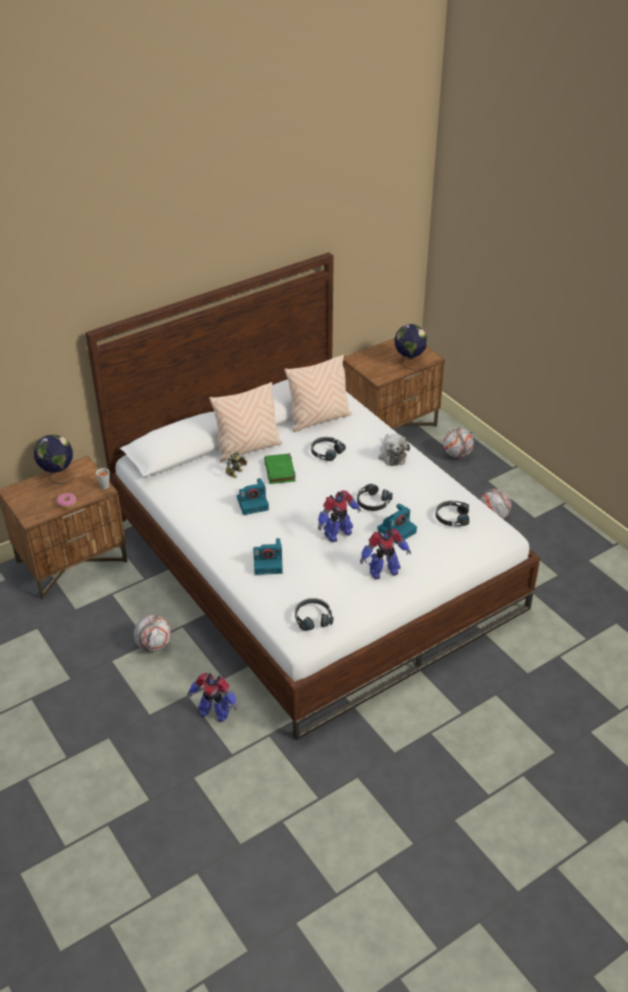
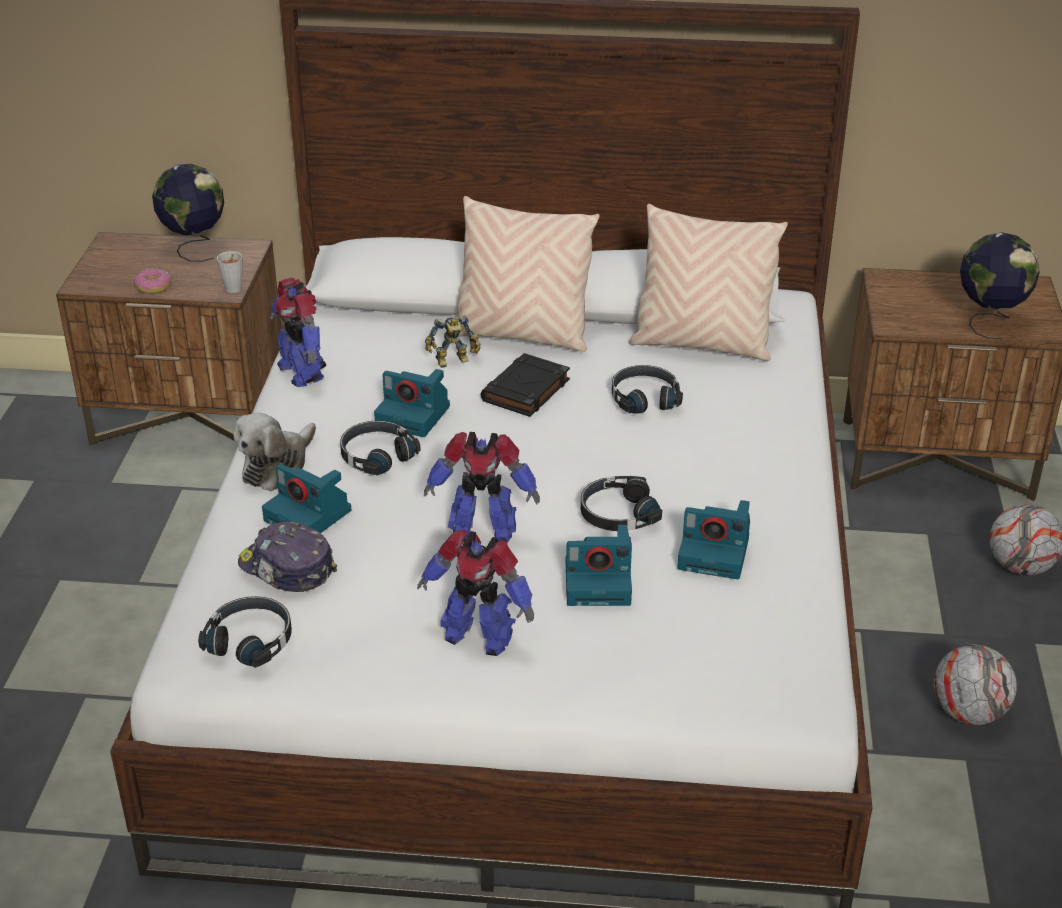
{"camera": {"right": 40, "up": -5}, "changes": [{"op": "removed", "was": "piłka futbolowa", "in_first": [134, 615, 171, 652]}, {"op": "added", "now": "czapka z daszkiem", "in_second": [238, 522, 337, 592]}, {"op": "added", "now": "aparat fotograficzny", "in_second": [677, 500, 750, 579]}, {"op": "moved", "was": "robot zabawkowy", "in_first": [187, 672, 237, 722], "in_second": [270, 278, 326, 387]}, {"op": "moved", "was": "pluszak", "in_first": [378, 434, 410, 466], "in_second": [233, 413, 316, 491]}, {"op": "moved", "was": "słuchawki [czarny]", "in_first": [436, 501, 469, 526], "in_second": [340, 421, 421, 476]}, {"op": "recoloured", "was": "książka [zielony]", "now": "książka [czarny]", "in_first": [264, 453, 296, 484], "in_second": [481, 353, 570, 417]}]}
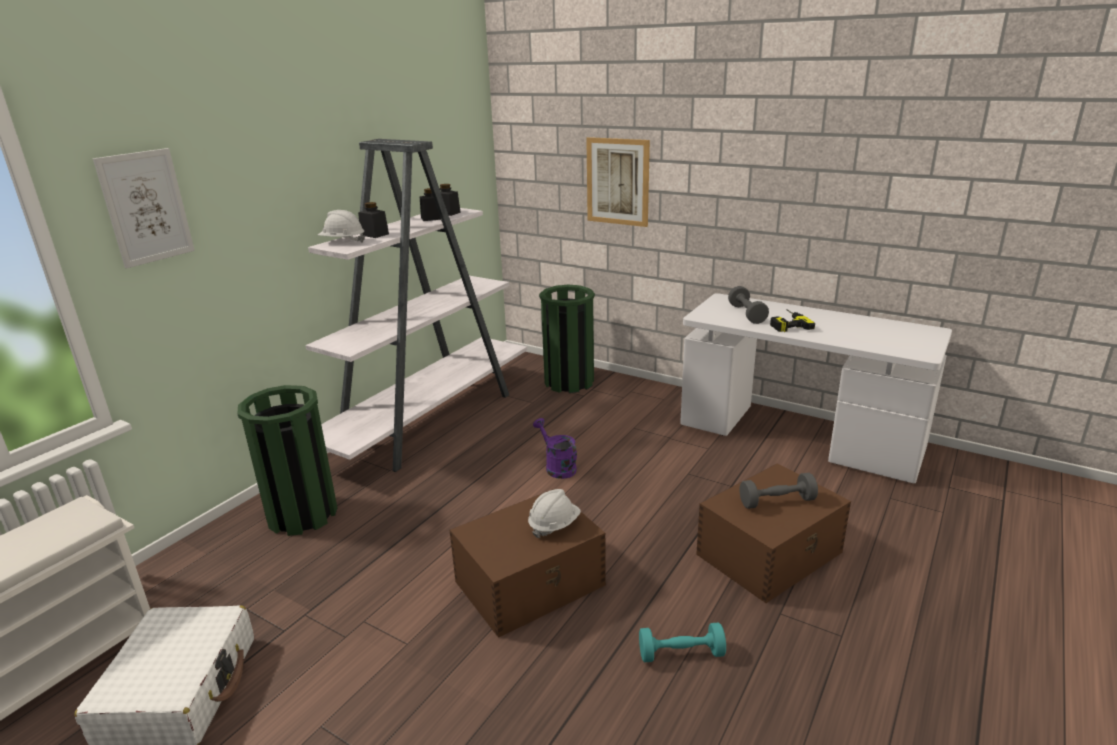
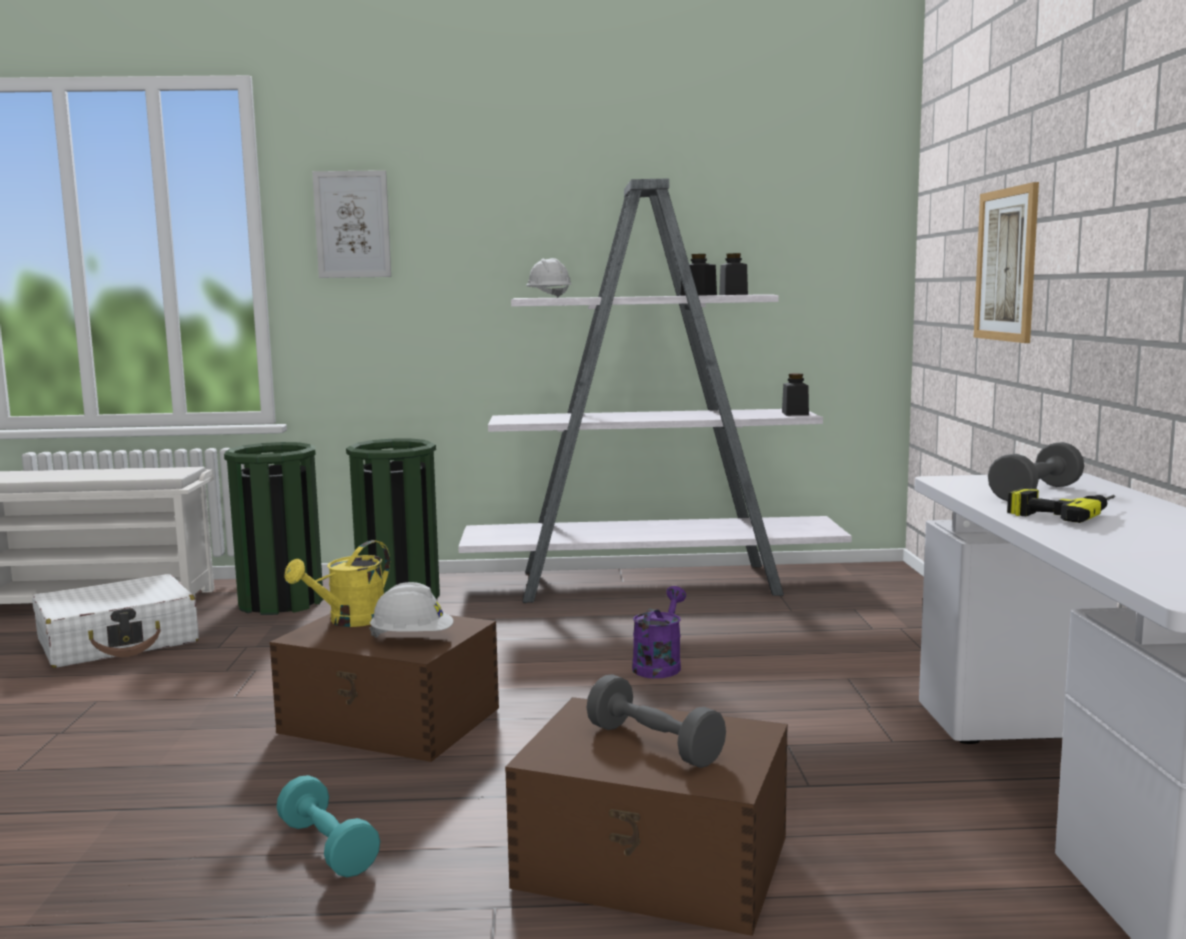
{"camera": {"right": 55, "up": -15}, "changes": [{"op": "added", "now": "konewka [żółty]", "in_second": [284, 540, 390, 627]}, {"op": "moved", "was": "słoik [czarny]", "in_first": [358, 202, 389, 238], "in_second": [782, 373, 809, 416]}, {"op": "moved", "was": "kosz na śmieci [zielony]", "in_first": [539, 285, 595, 393], "in_second": [224, 442, 323, 615]}]}
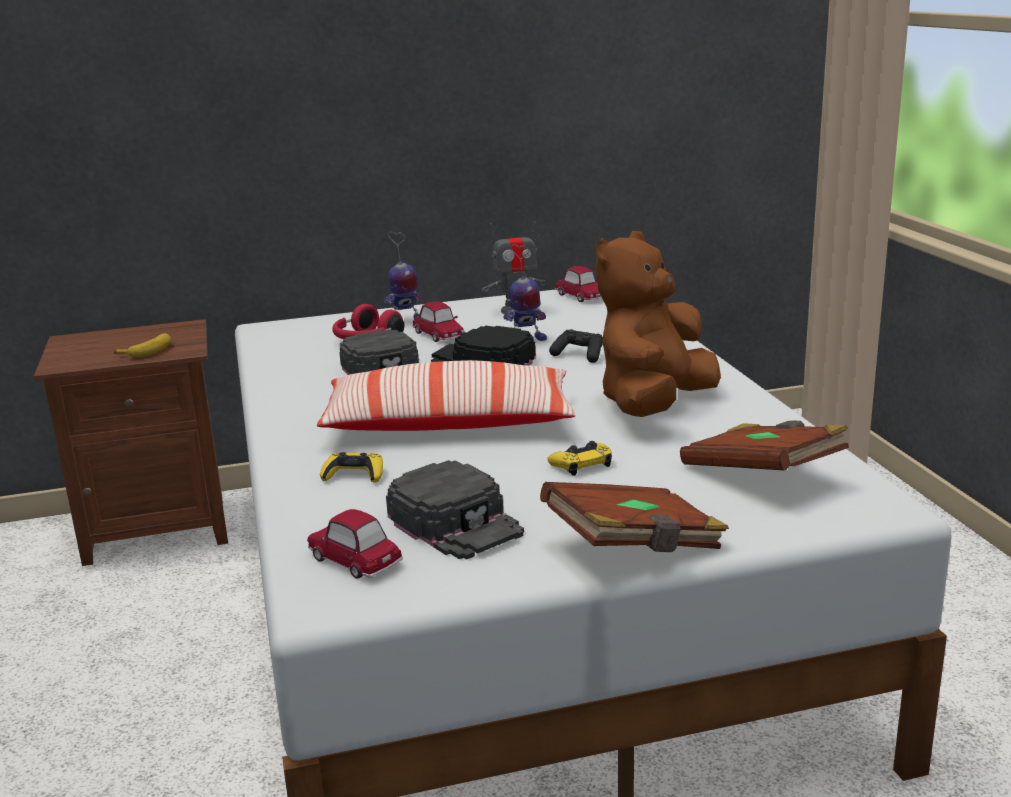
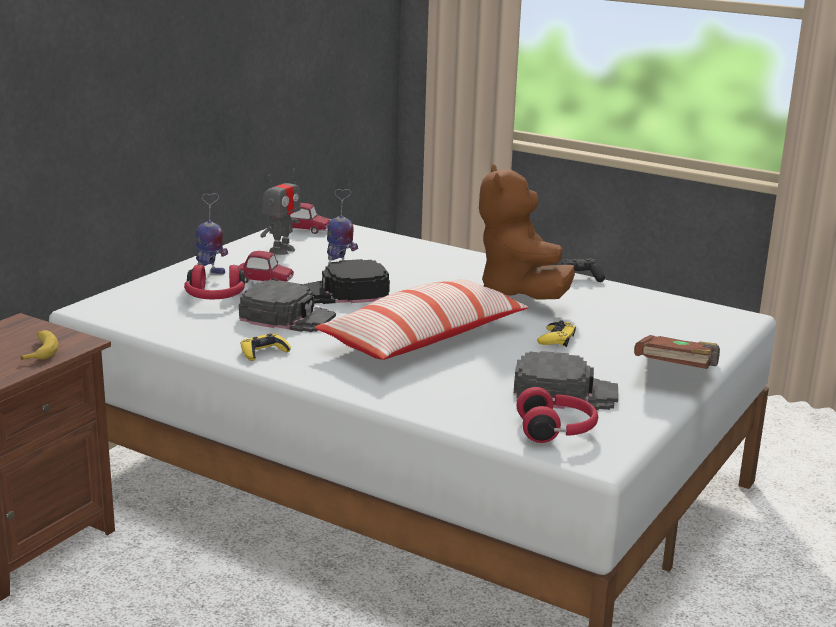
{"camera": {"right": -45, "up": 0}, "changes": [{"op": "removed", "was": "książka [brązowy]", "in_first": [680, 421, 849, 470]}, {"op": "moved", "was": "pad do gier [żółty]", "in_first": [320, 452, 383, 483], "in_second": [241, 333, 291, 361]}, {"op": "moved", "was": "pad do gier [czarny]", "in_first": [549, 329, 603, 363], "in_second": [561, 258, 605, 282]}, {"op": "replaced", "was": "samochodzik", "now": "słuchawki [czerwony]", "in_first": [307, 509, 403, 579], "in_second": [517, 387, 598, 443]}]}
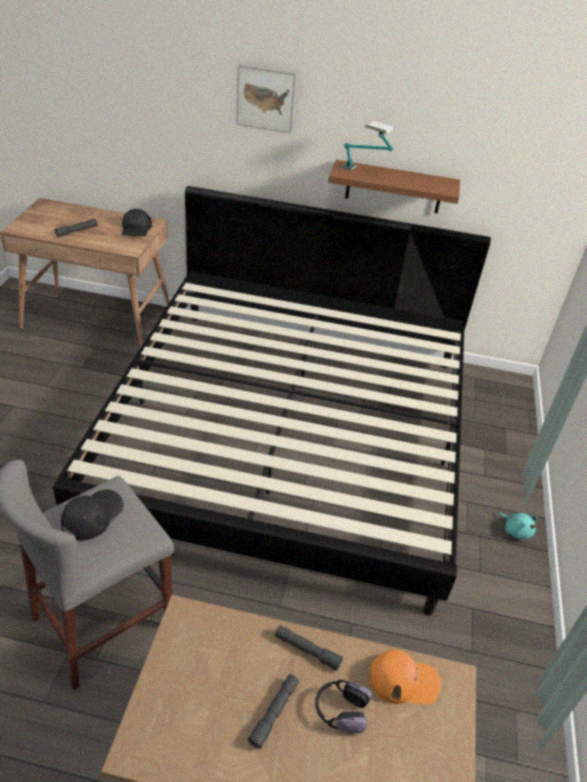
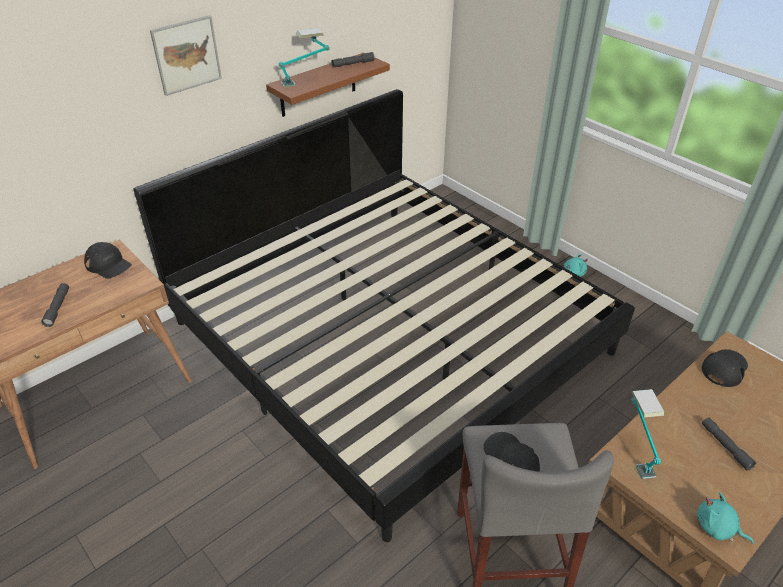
{"camera": {"right": -50, "up": 0}, "changes": [{"op": "removed", "was": "słuchawki", "in_first": [315, 680, 372, 733]}, {"op": "added", "now": "lampa stołowa", "in_second": [631, 389, 664, 479]}, {"op": "added", "now": "pluszak [turkusowy]", "in_second": [697, 492, 754, 544]}, {"op": "moved", "was": "latarka [szary]", "in_first": [275, 625, 343, 671], "in_second": [332, 52, 375, 67]}, {"op": "recoloured", "was": "czapka z daszkiem [pomarańczowy]", "now": "czapka z daszkiem [czarny]", "in_first": [368, 649, 441, 705], "in_second": [702, 349, 748, 387]}]}
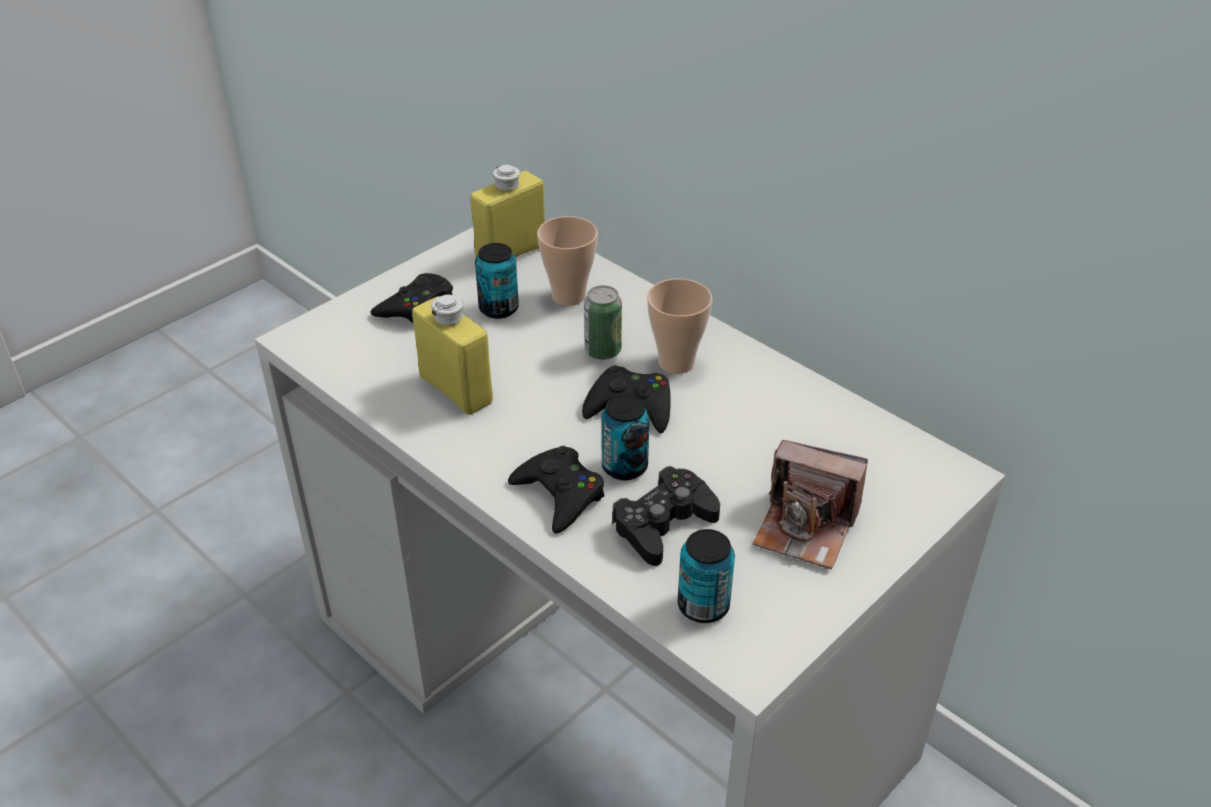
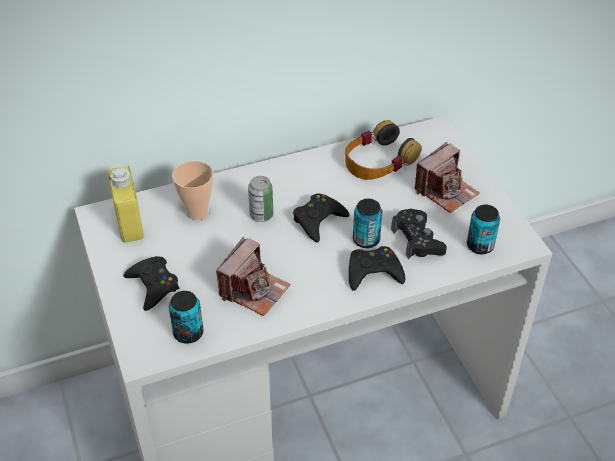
{"camera": {"right": -65, "up": 5}, "changes": [{"op": "removed", "was": "filiżanka", "in_first": [647, 279, 712, 374]}, {"op": "added", "now": "słuchawki", "in_second": [345, 120, 422, 180]}, {"op": "moved", "was": "puszka", "in_first": [475, 243, 519, 319], "in_second": [169, 291, 204, 344]}, {"op": "replaced", "was": "butelka [żółty]", "now": "aparat fotograficzny", "in_first": [412, 295, 493, 415], "in_second": [216, 237, 290, 316]}]}
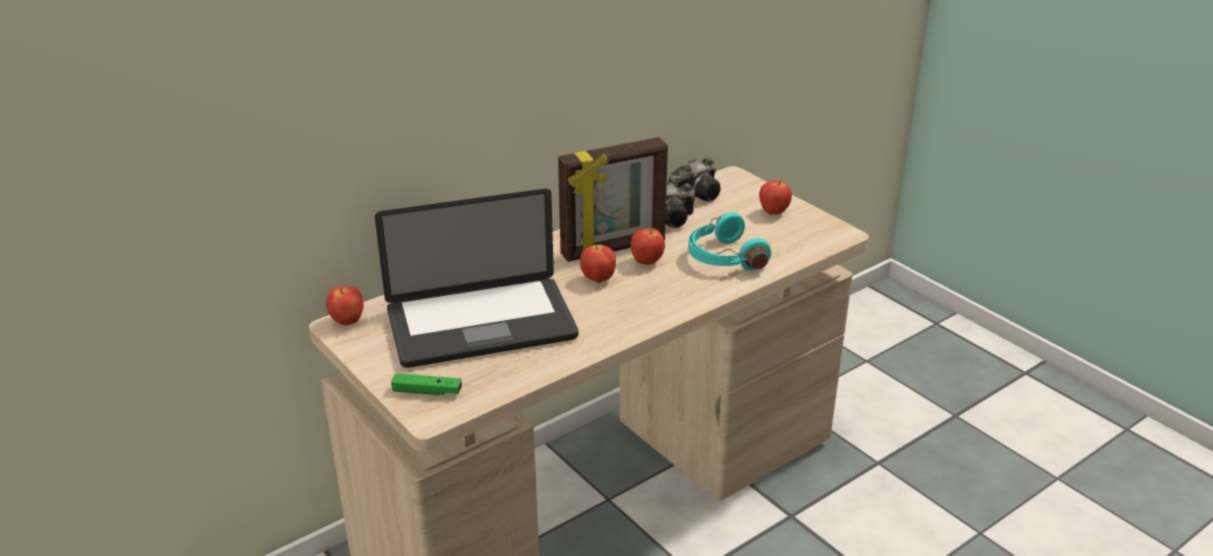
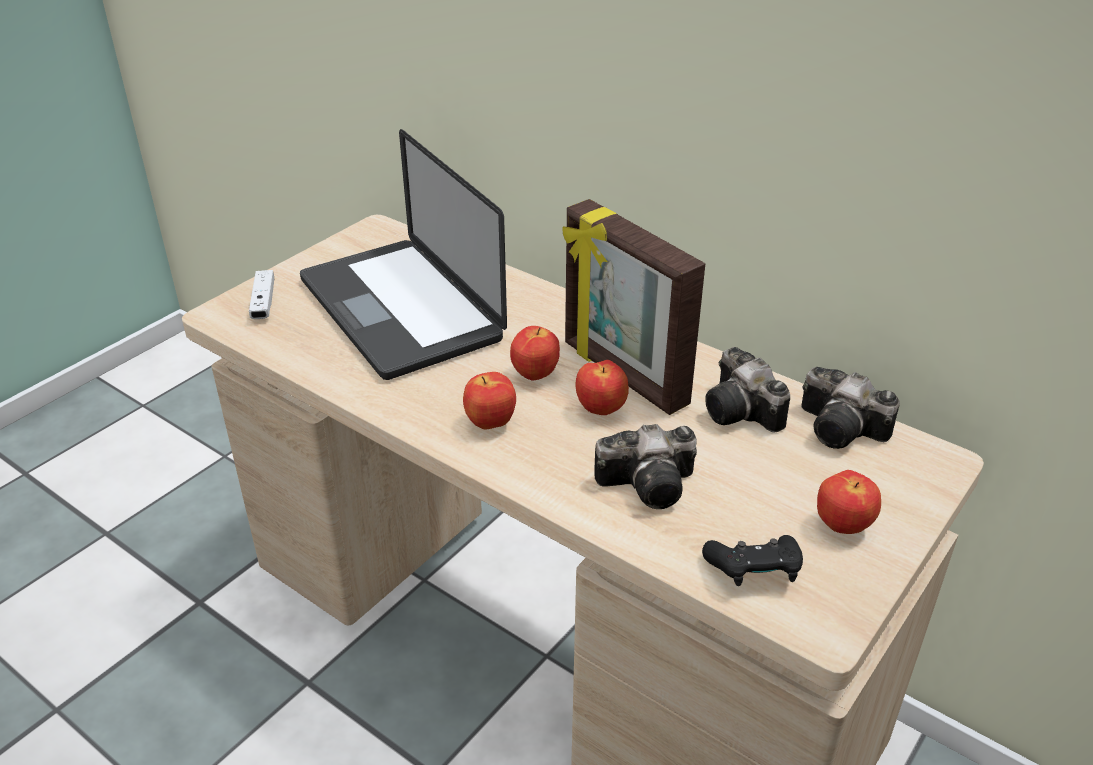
{"camera": {"right": 75, "up": 5}, "changes": [{"op": "added", "now": "pad do gier [czarny]", "in_second": [702, 535, 803, 586]}, {"op": "moved", "was": "jabłko", "in_first": [326, 286, 364, 325], "in_second": [463, 372, 516, 430]}, {"op": "replaced", "was": "słuchawki [turkusowy]", "now": "aparat fotograficzny", "in_first": [688, 212, 771, 270], "in_second": [594, 424, 697, 509]}, {"op": "recoloured", "was": "pad do gier [zielony]", "now": "pad do gier [biały]", "in_first": [391, 373, 462, 395], "in_second": [249, 270, 274, 319]}]}
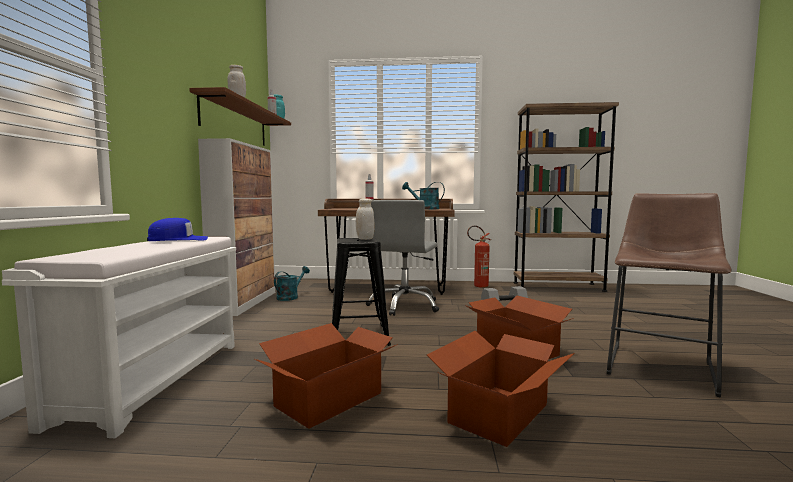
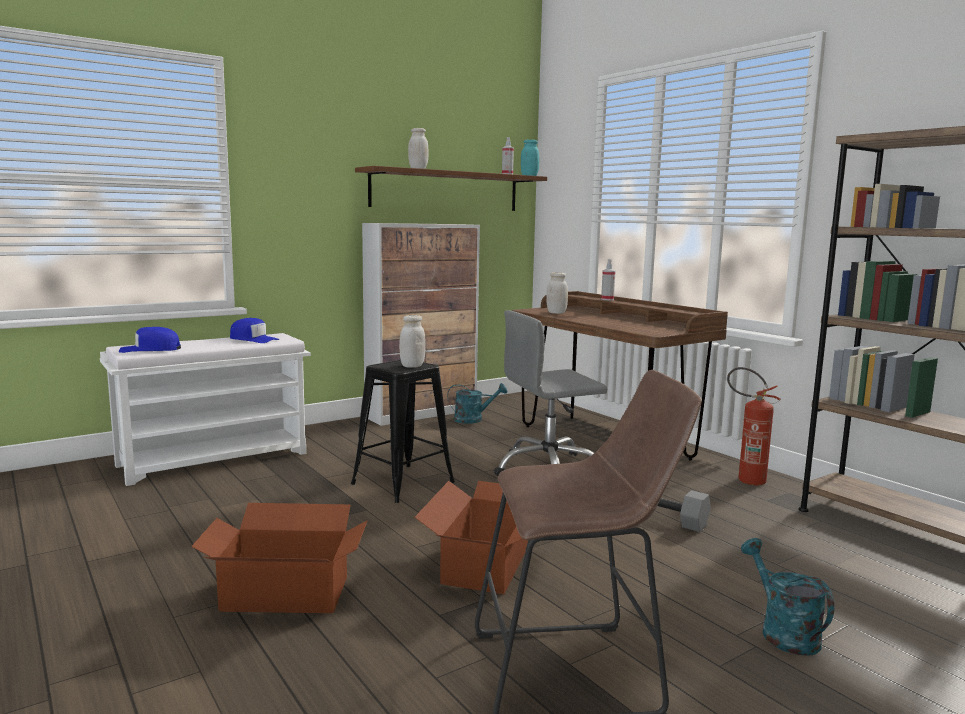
{"camera": {"right": 50, "up": 5}, "changes": [{"op": "removed", "was": "karton", "in_first": [255, 323, 398, 429]}, {"op": "added", "now": "czapka z daszkiem [niebieski]", "in_second": [119, 327, 181, 353]}, {"op": "added", "now": "słoik [biały]", "in_second": [546, 272, 568, 314]}, {"op": "moved", "was": "konewka [turkusowy]", "in_first": [402, 182, 445, 209], "in_second": [741, 538, 834, 656]}]}
